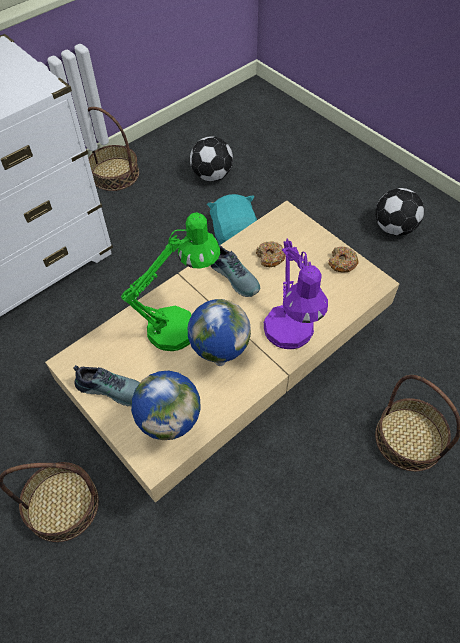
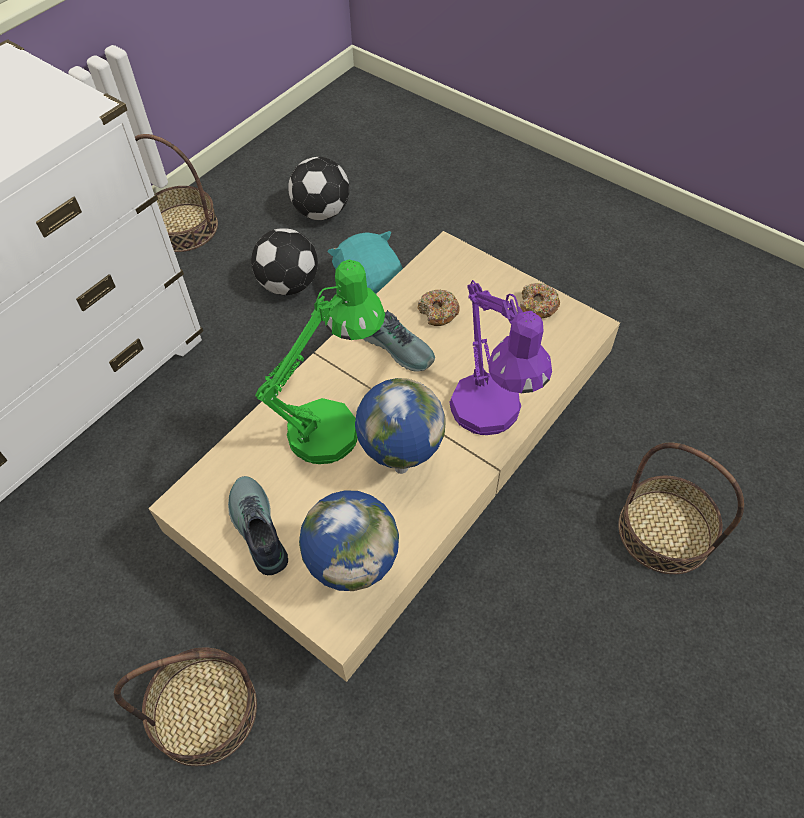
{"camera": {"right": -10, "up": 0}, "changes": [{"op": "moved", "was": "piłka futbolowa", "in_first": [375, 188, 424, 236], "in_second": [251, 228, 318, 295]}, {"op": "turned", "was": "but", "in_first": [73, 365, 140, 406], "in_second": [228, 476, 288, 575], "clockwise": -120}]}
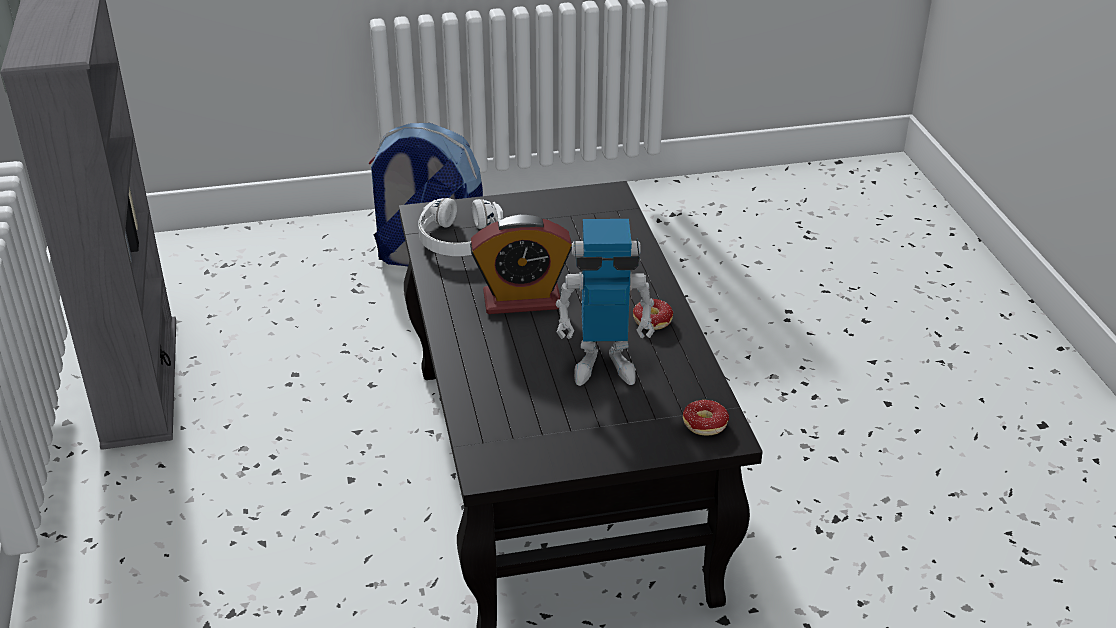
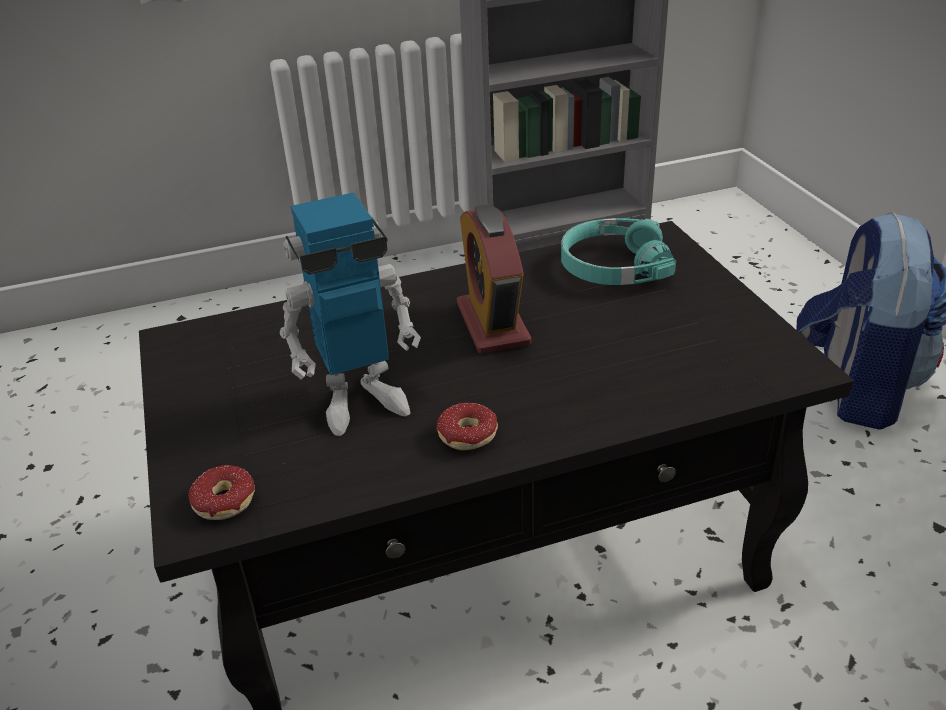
{"camera": {"right": 85, "up": 0}, "changes": [{"op": "recoloured", "was": "słuchawki [biały]", "now": "słuchawki [turkusowy]", "in_first": [418, 198, 503, 256], "in_second": [561, 218, 676, 285]}, {"op": "turned", "was": "robot zabawkowy", "in_first": [556, 219, 654, 386], "in_second": [280, 192, 421, 436], "clockwise": -105}]}
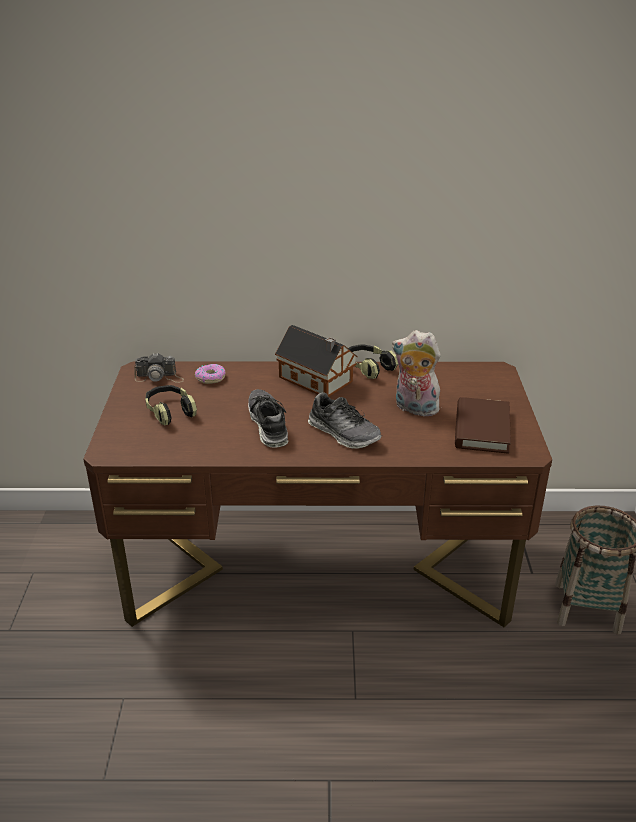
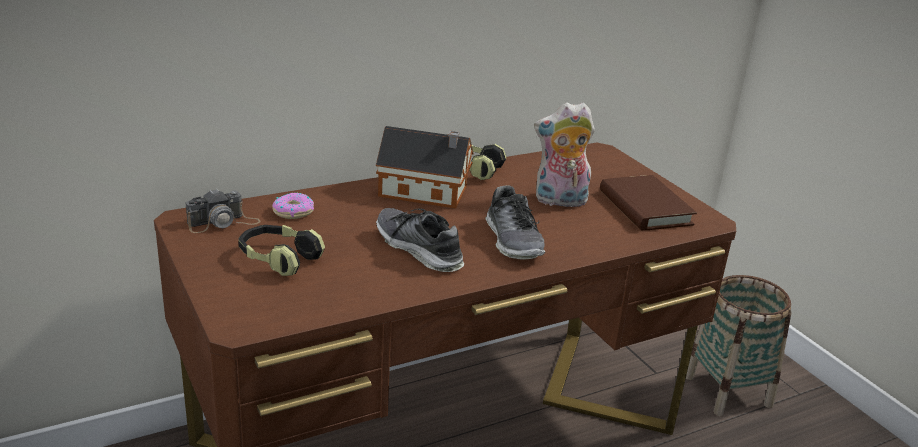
{"camera": {"right": -30, "up": -5}, "changes": [{"op": "turned", "was": "but", "in_first": [308, 392, 382, 449], "in_second": [485, 185, 545, 260], "clockwise": 60}]}
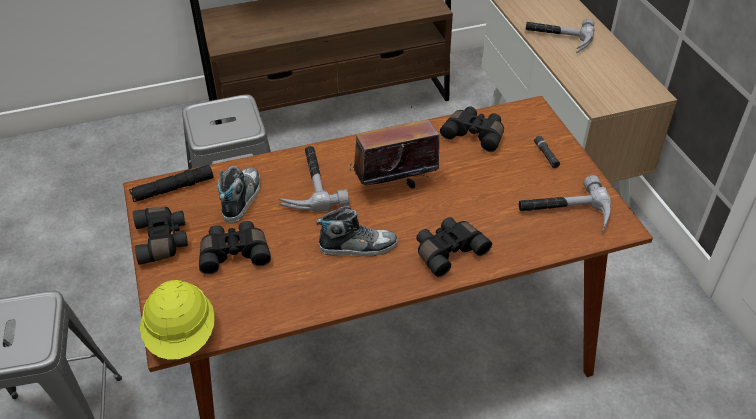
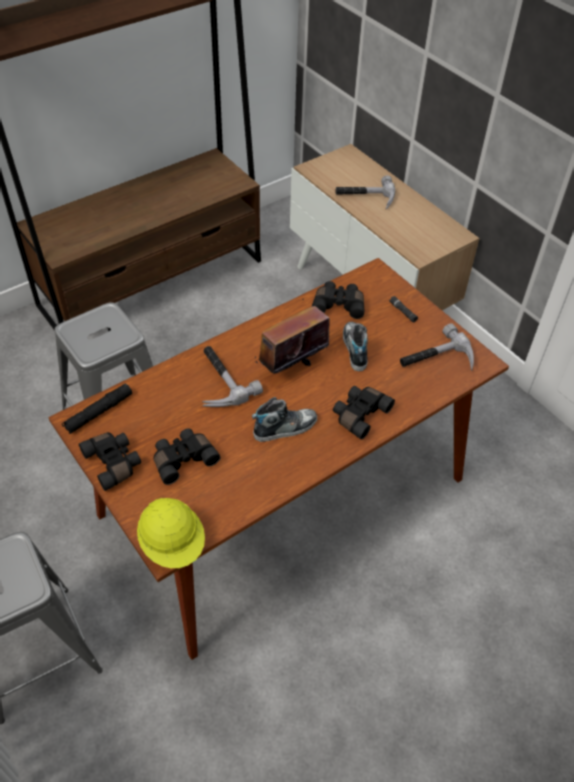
{"camera": {"right": -20, "up": 5}, "changes": [{"op": "moved", "was": "but", "in_first": [218, 166, 261, 224], "in_second": [343, 322, 368, 371]}]}
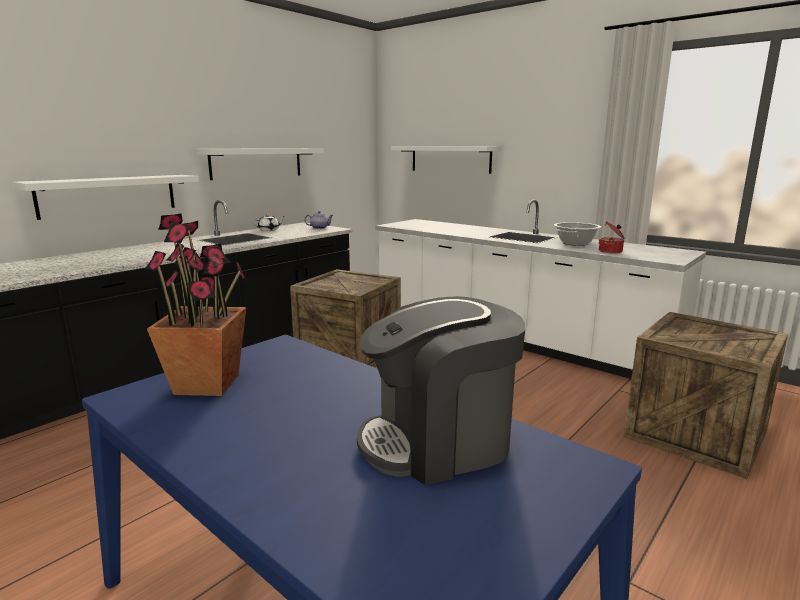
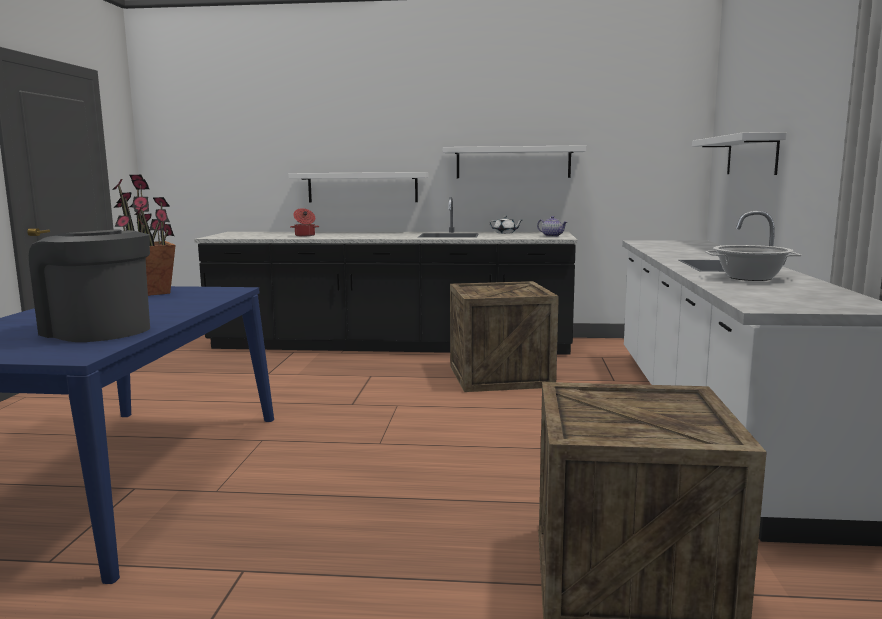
{"camera": {"right": 55, "up": -5}, "changes": [{"op": "moved", "was": "garnek", "in_first": [599, 221, 625, 254], "in_second": [290, 208, 319, 236]}]}
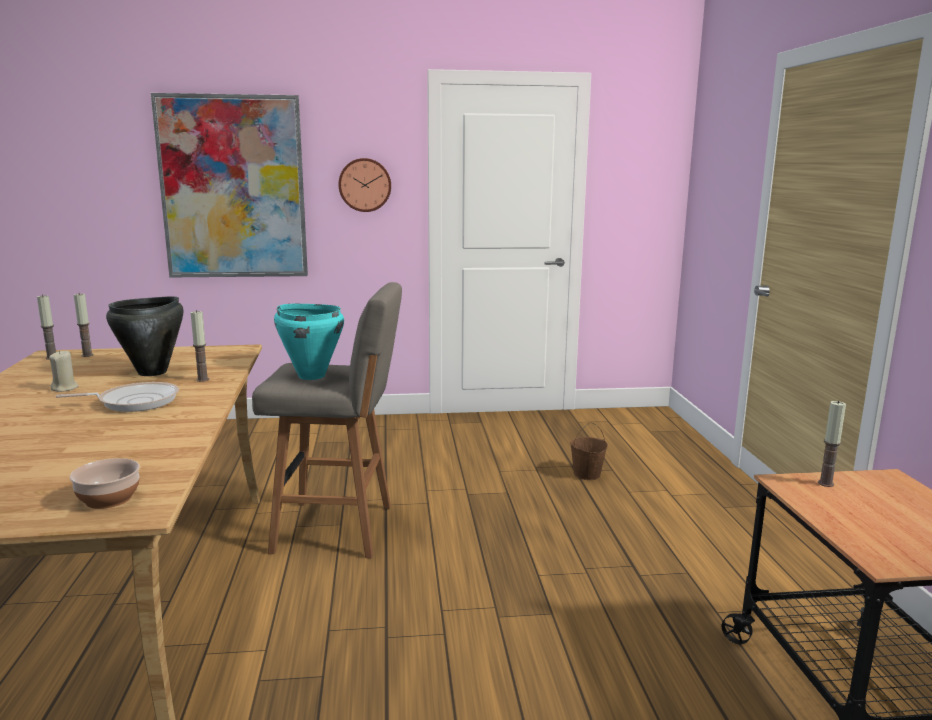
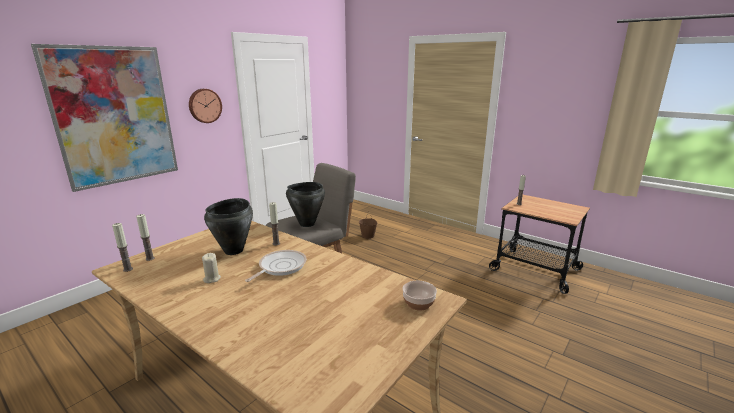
{"camera": {"right": -45, "up": 5}, "changes": [{"op": "recoloured", "was": "garnek [turkusowy]", "now": "garnek [czarny]", "in_first": [274, 304, 344, 380], "in_second": [286, 182, 325, 227]}]}
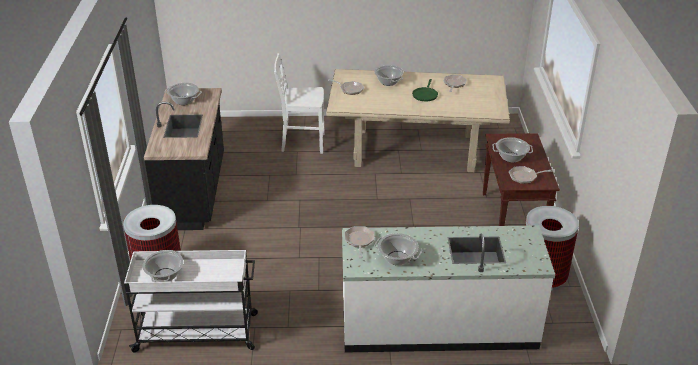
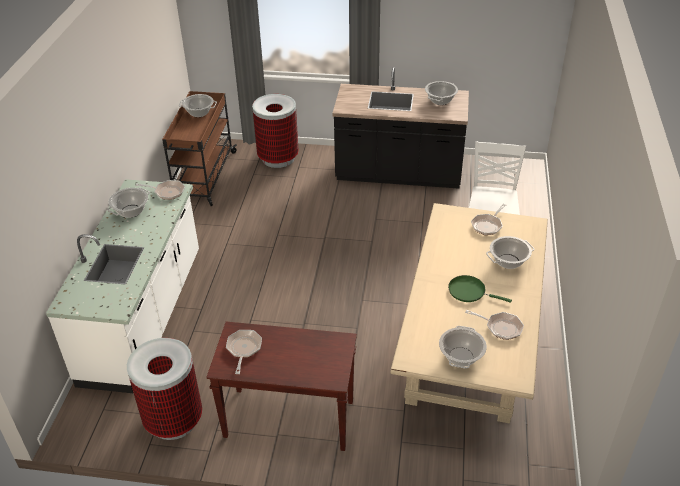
{"camera": {"right": 100, "up": 5}, "changes": [{"op": "moved", "was": "garnek", "in_first": [493, 137, 533, 163], "in_second": [439, 326, 487, 369]}, {"op": "recoloured", "was": "wózek [biały]", "now": "wózek [brązowy]", "in_first": [124, 250, 258, 353], "in_second": [162, 91, 237, 206]}]}
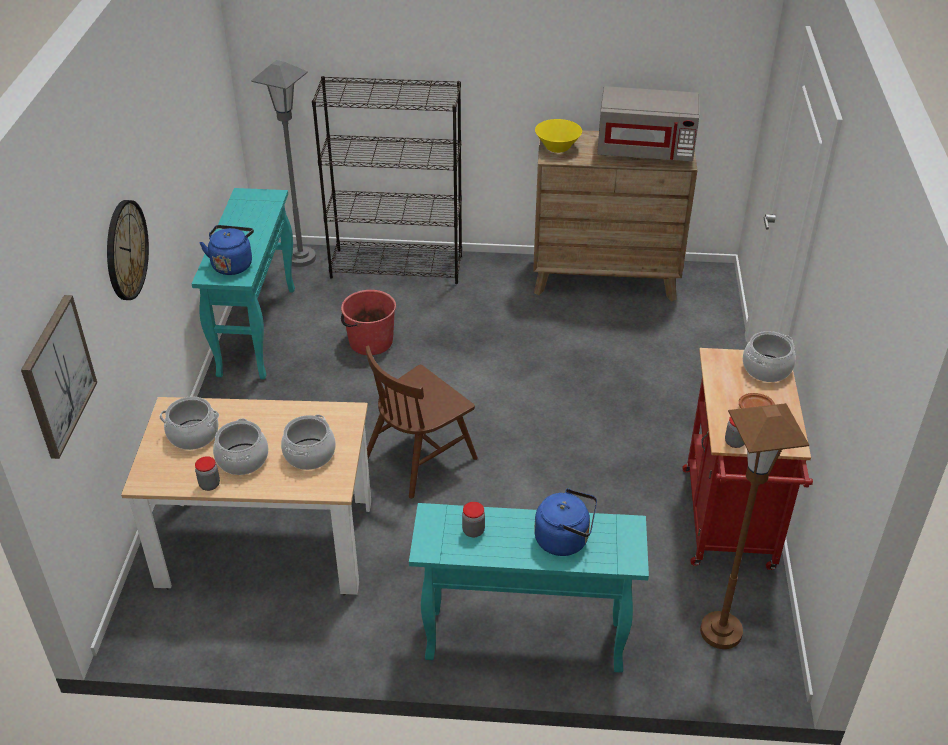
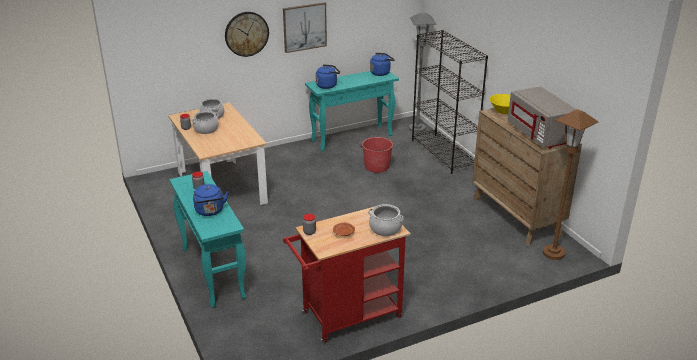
{"camera": {"right": 60, "up": -10}, "changes": [{"op": "removed", "was": "garnek", "in_first": [281, 415, 336, 470]}, {"op": "removed", "was": "krzesło [brązowy]", "in_first": [365, 345, 478, 499]}, {"op": "added", "now": "czajnik [niebieski]", "in_second": [370, 53, 395, 76]}, {"op": "moved", "was": "obraz", "in_first": [21, 295, 97, 459], "in_second": [283, 2, 327, 53]}, {"op": "moved", "was": "lampa stojąca [brązowy]", "in_first": [700, 403, 809, 649], "in_second": [543, 109, 598, 260]}]}
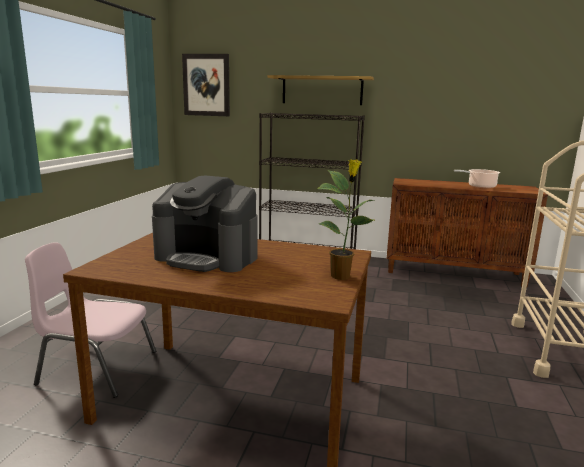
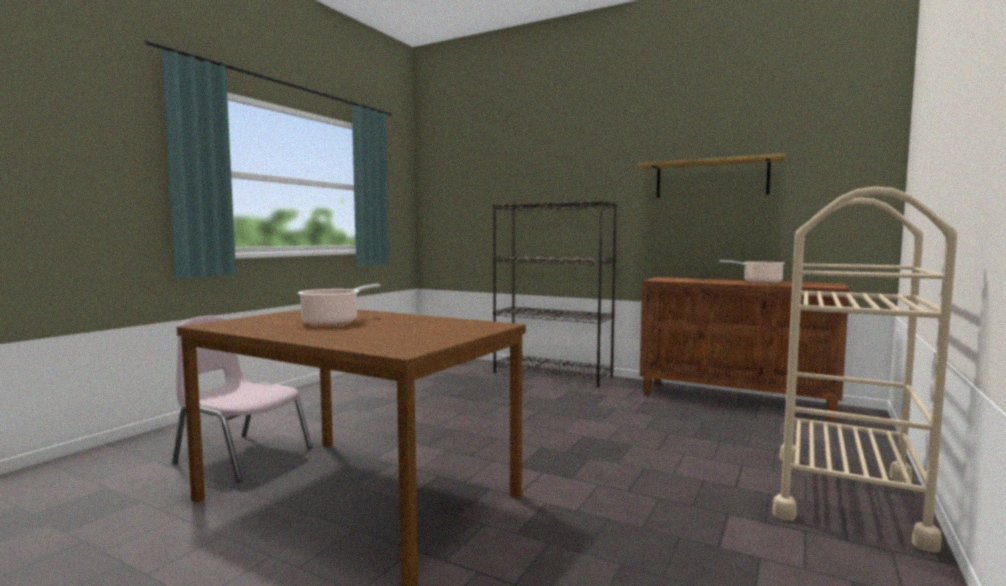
{"camera": {"right": 15, "up": -10}, "changes": [{"op": "removed", "was": "obraz", "in_first": [182, 54, 230, 116]}, {"op": "removed", "was": "roślina doniczkowa", "in_first": [317, 159, 375, 280]}, {"op": "moved", "was": "półka", "in_first": [267, 75, 374, 105], "in_second": [638, 153, 786, 198]}, {"op": "replaced", "was": "ekspres do kawy", "now": "garnek", "in_first": [152, 175, 258, 272], "in_second": [298, 284, 380, 326]}]}
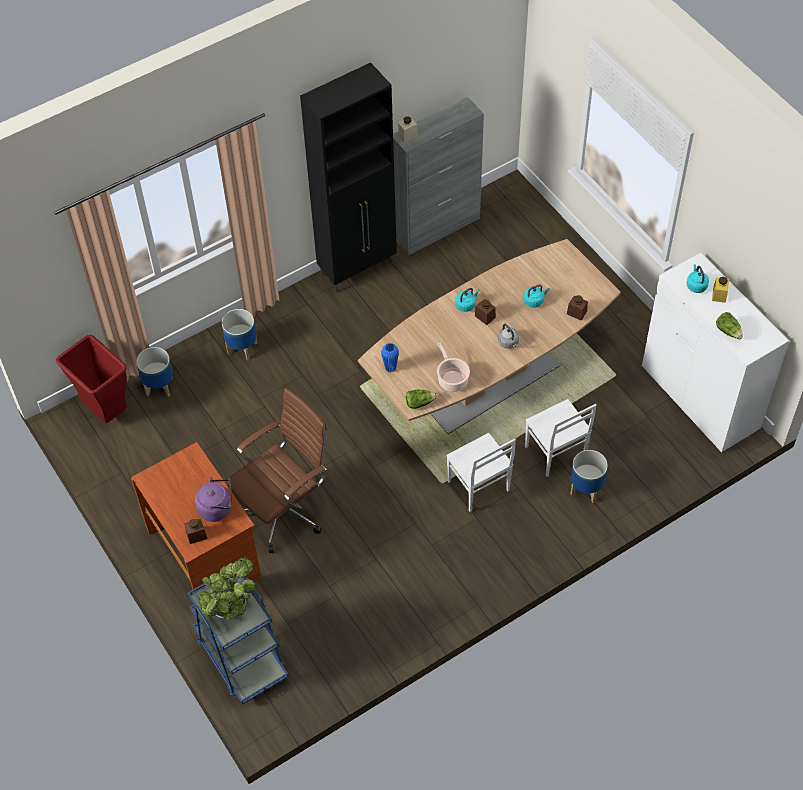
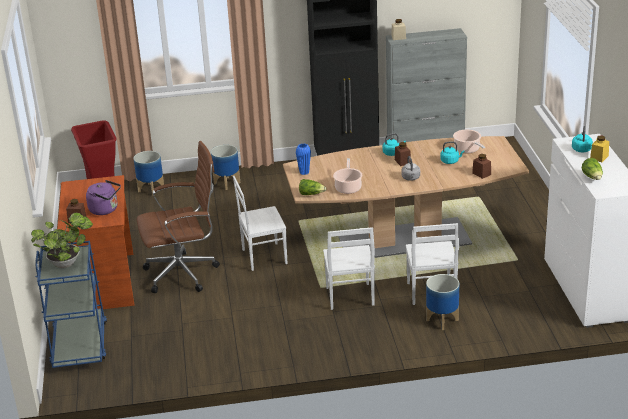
{"camera": {"right": 25, "up": -25}, "changes": [{"op": "added", "now": "krzesło [biały]", "in_second": [233, 176, 287, 271]}, {"op": "added", "now": "garnek", "in_second": [453, 129, 485, 153]}]}
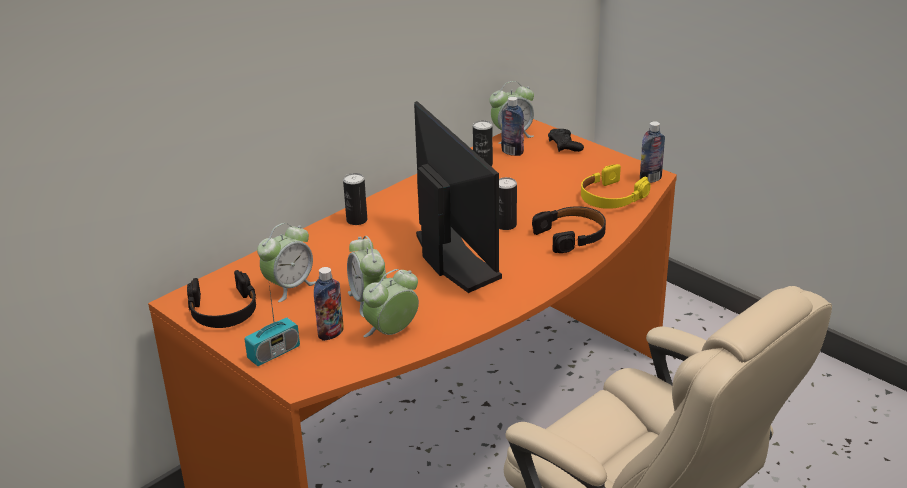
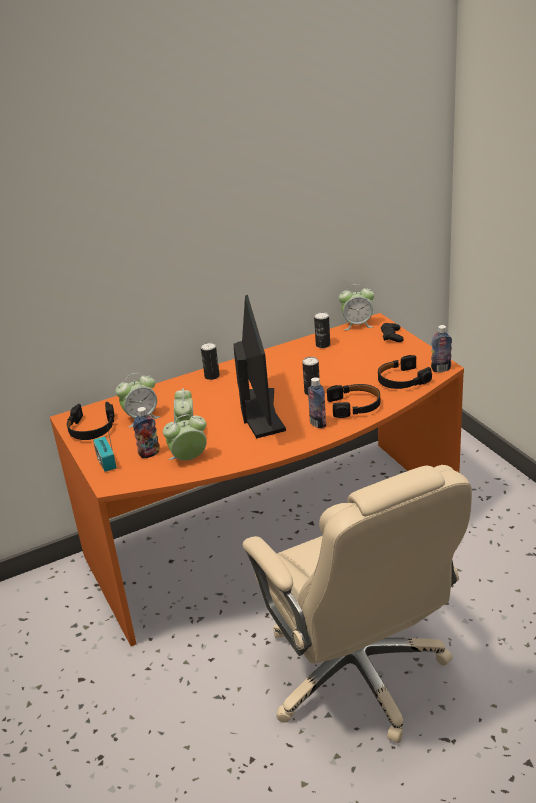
{"camera": {"right": 20, "up": 0}, "changes": [{"op": "moved", "was": "butelka", "in_first": [501, 97, 524, 156], "in_second": [308, 377, 326, 428]}, {"op": "recoloured", "was": "słuchawki [żółty]", "now": "słuchawki [czarny]", "in_first": [581, 164, 651, 209], "in_second": [378, 355, 432, 389]}, {"op": "turned", "was": "radio", "in_first": [245, 285, 300, 366], "in_second": [93, 422, 117, 472], "clockwise": 90}]}
